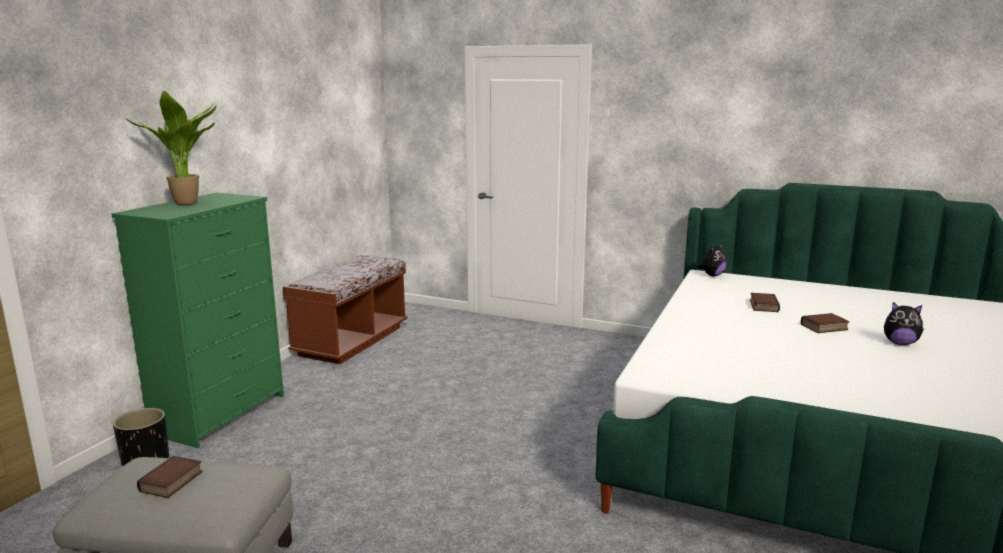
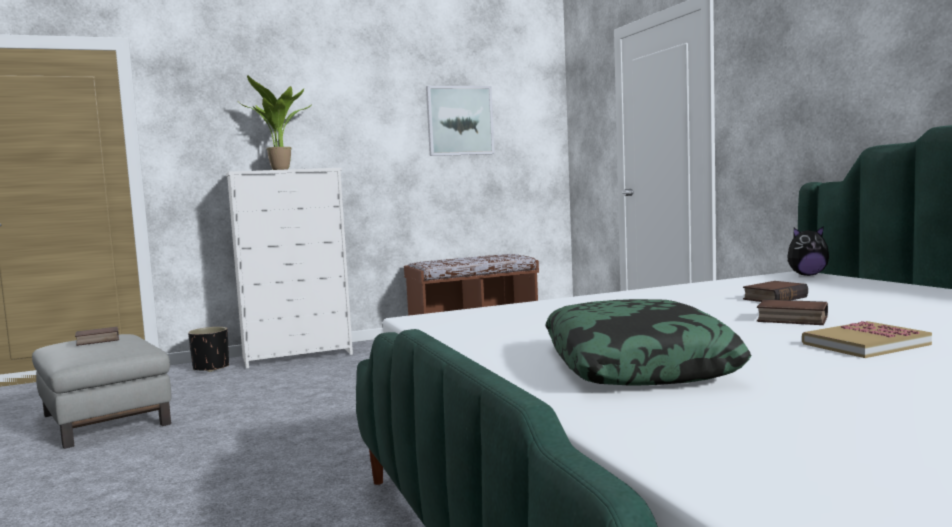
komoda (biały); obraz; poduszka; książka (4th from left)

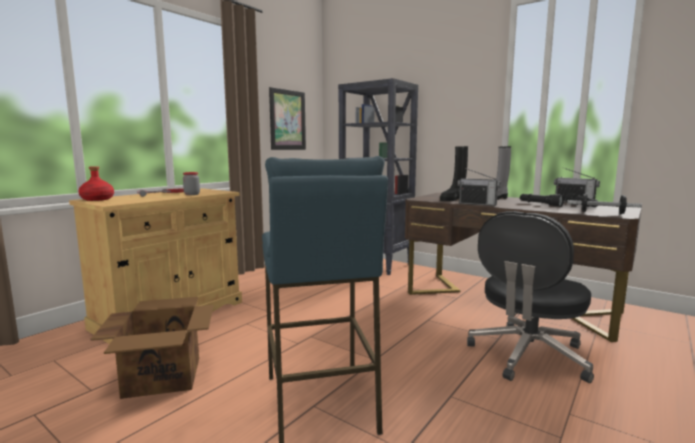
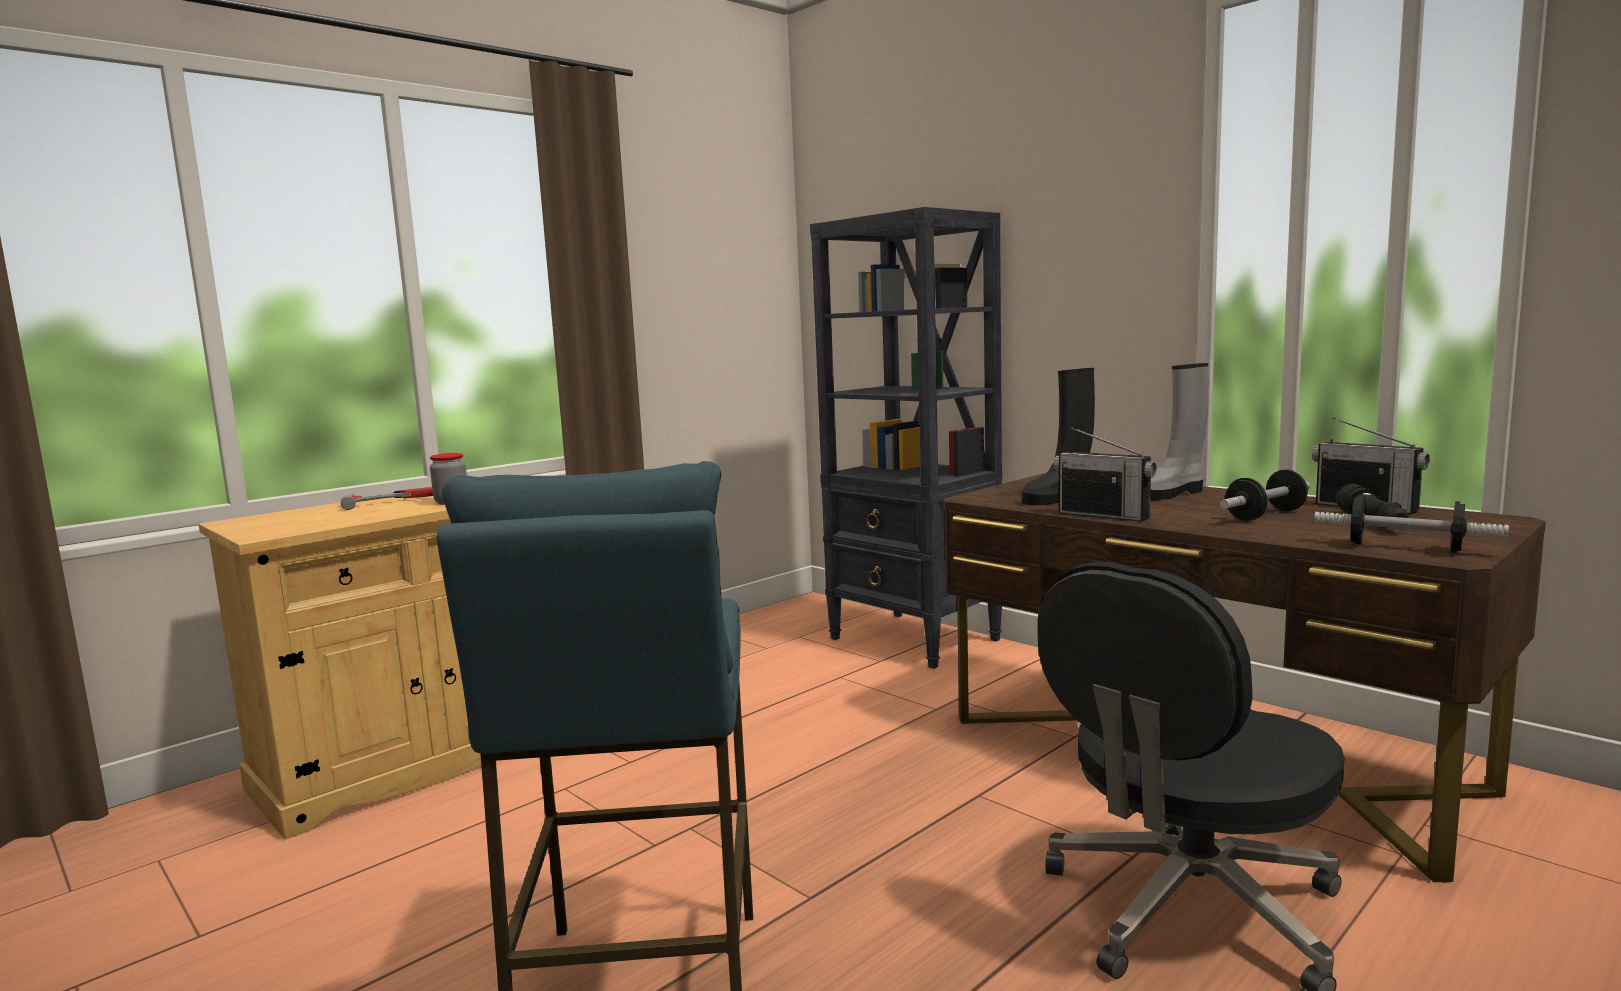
hantel (1st from left); butelka (czerwony); karton; obraz

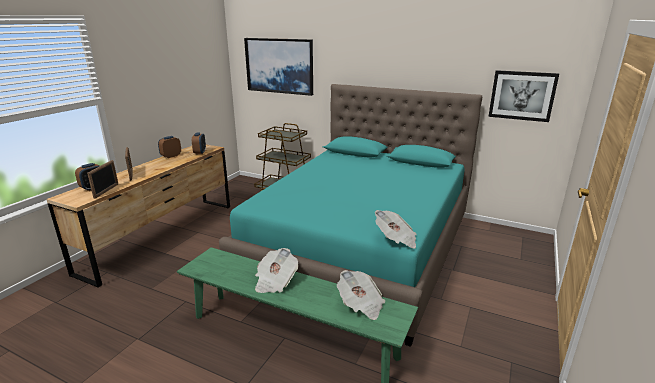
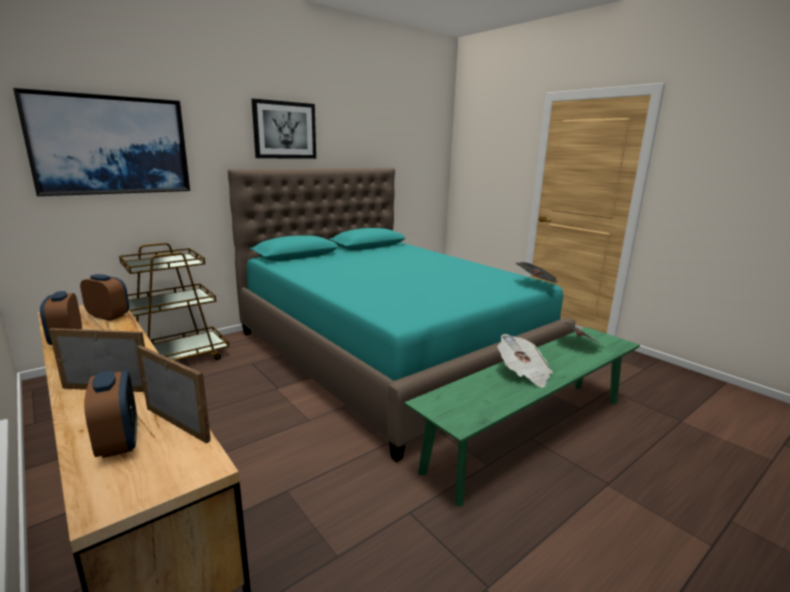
obraz (2nd from left)

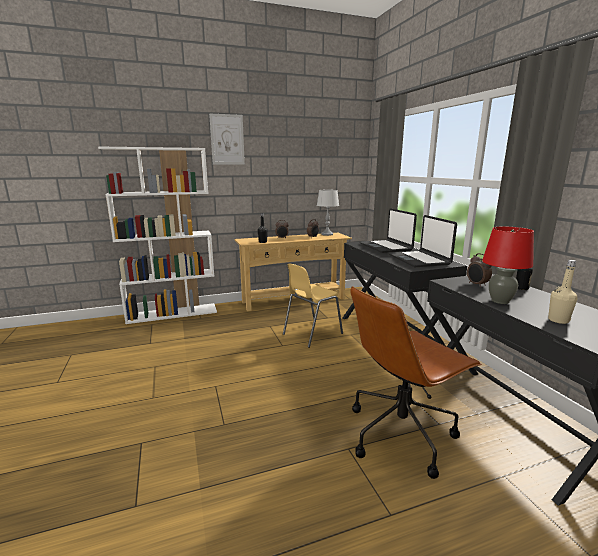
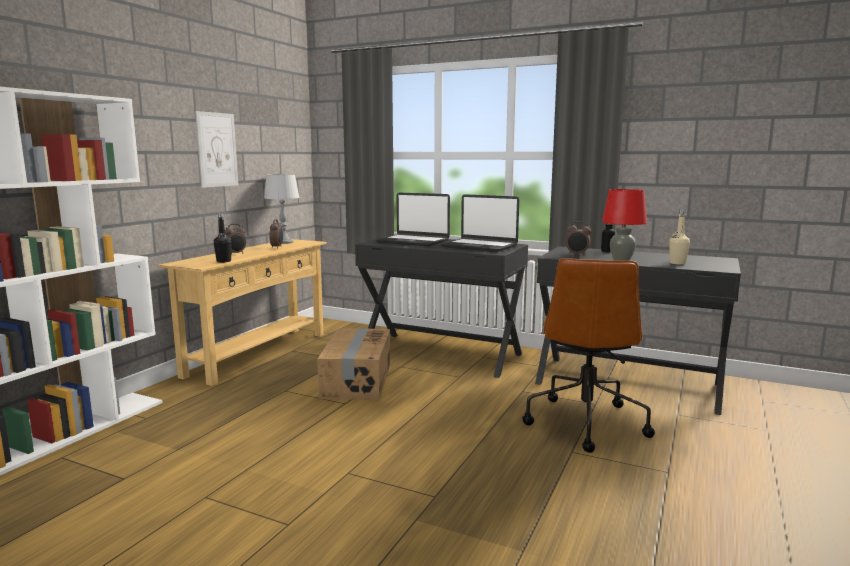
obraz; karton

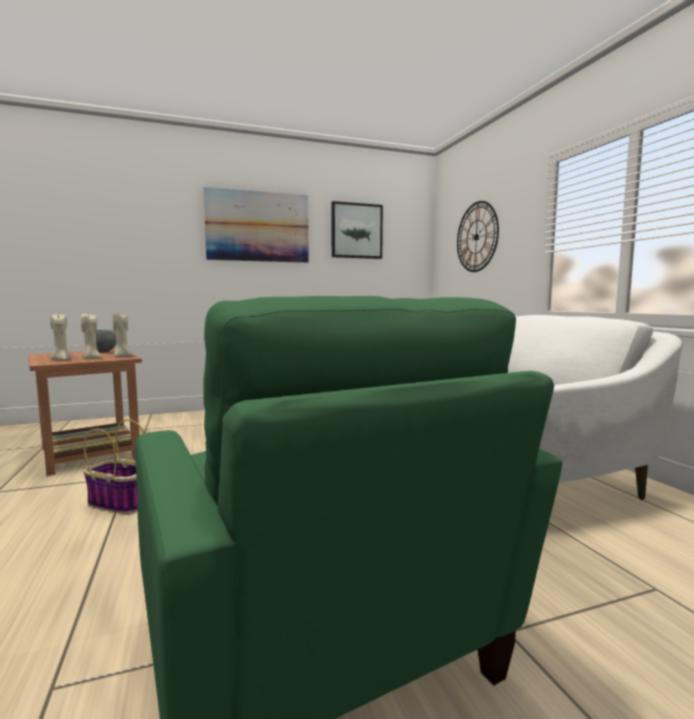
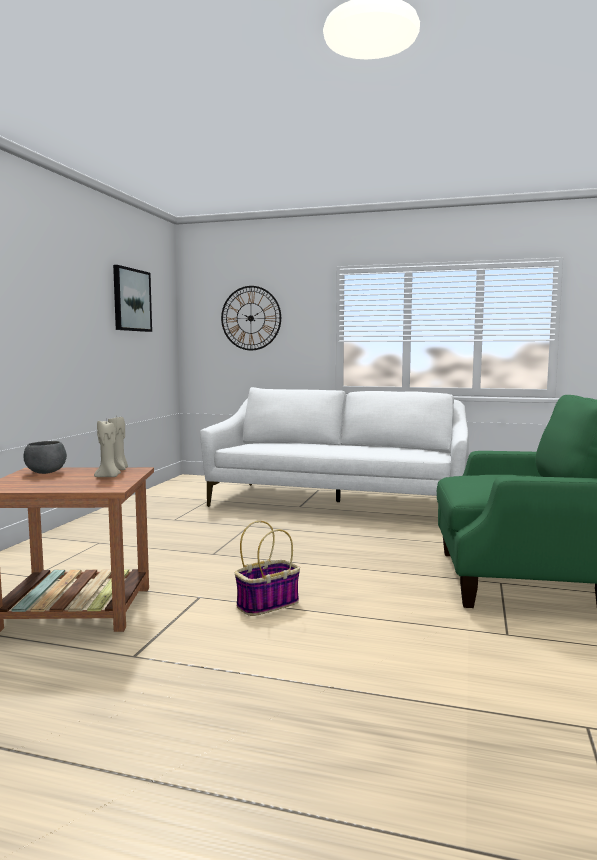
świeca (beżowy) (1st from left in the first image); obraz (1st from left in the first image)

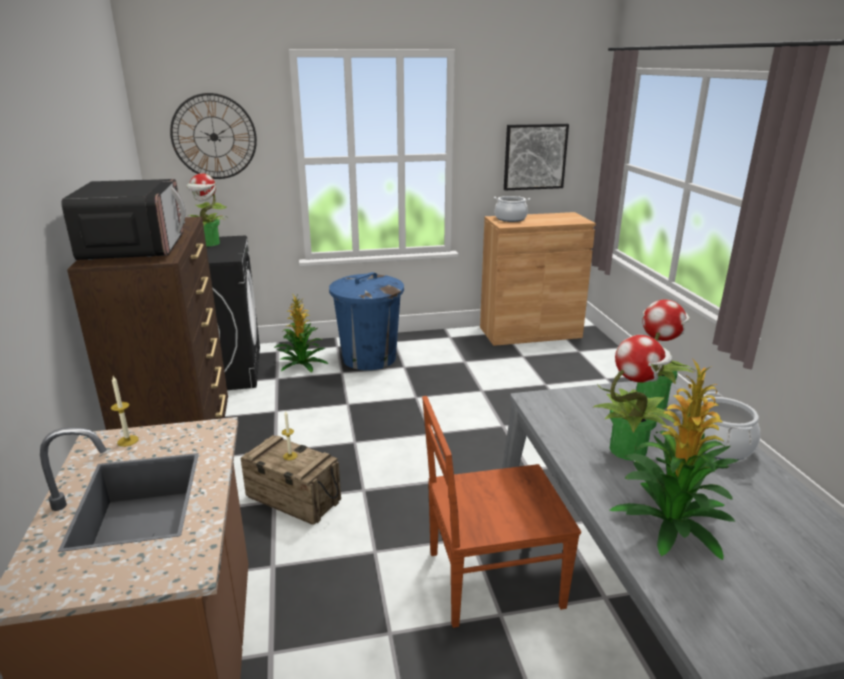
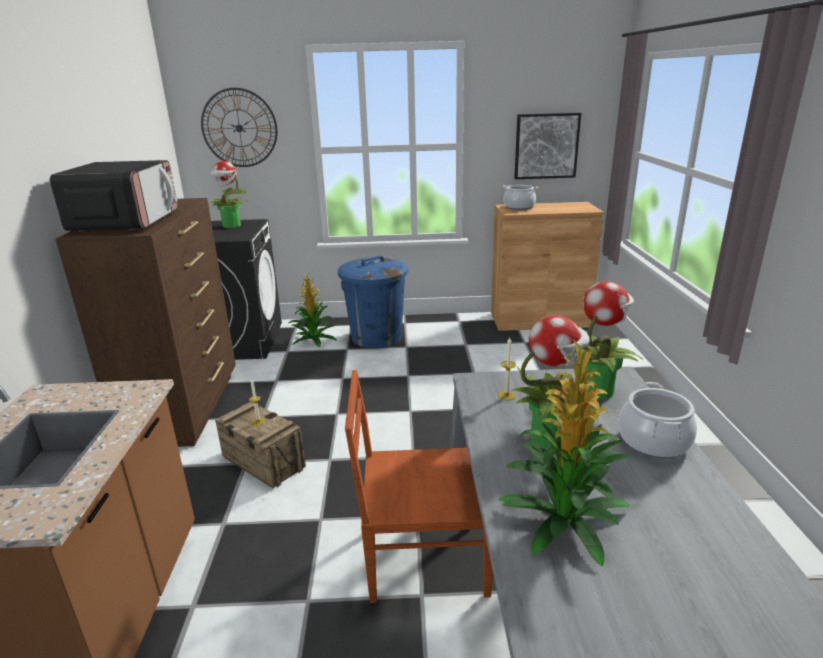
świeca (2nd from left)

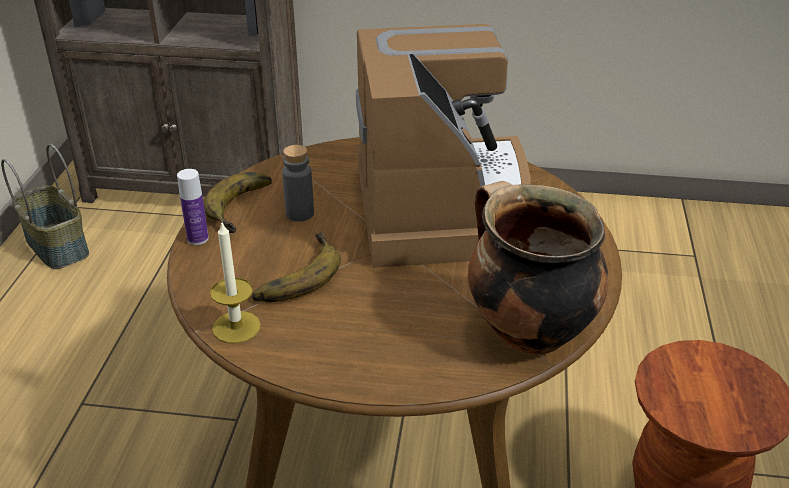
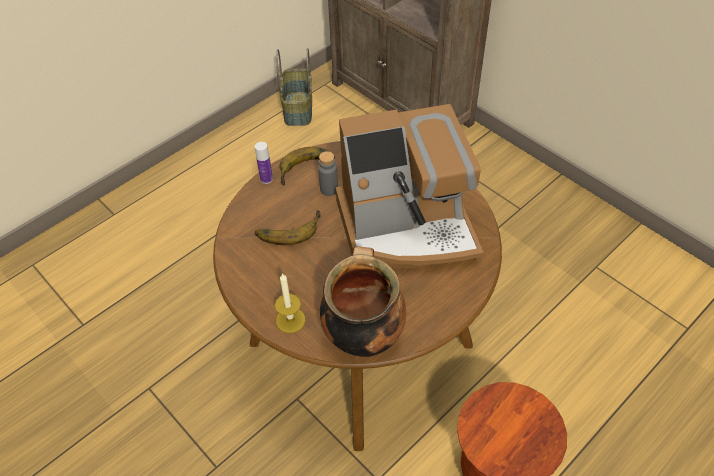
świeca; ekspres do kawy

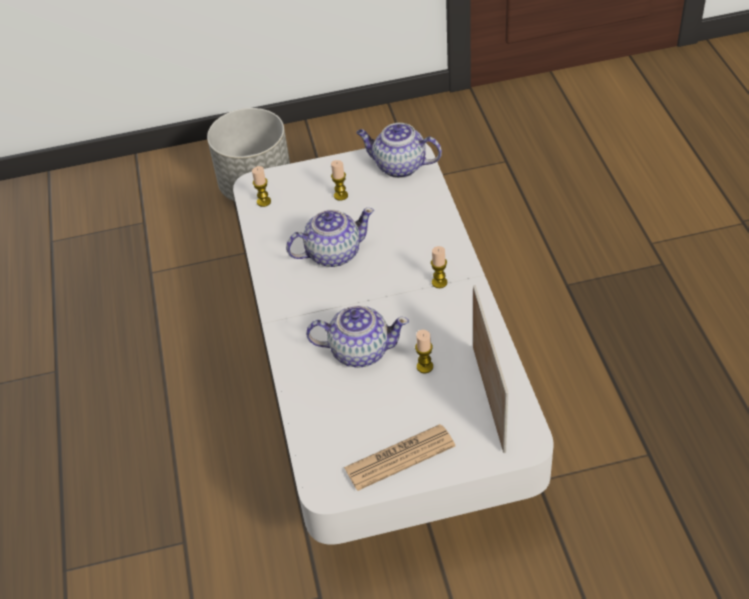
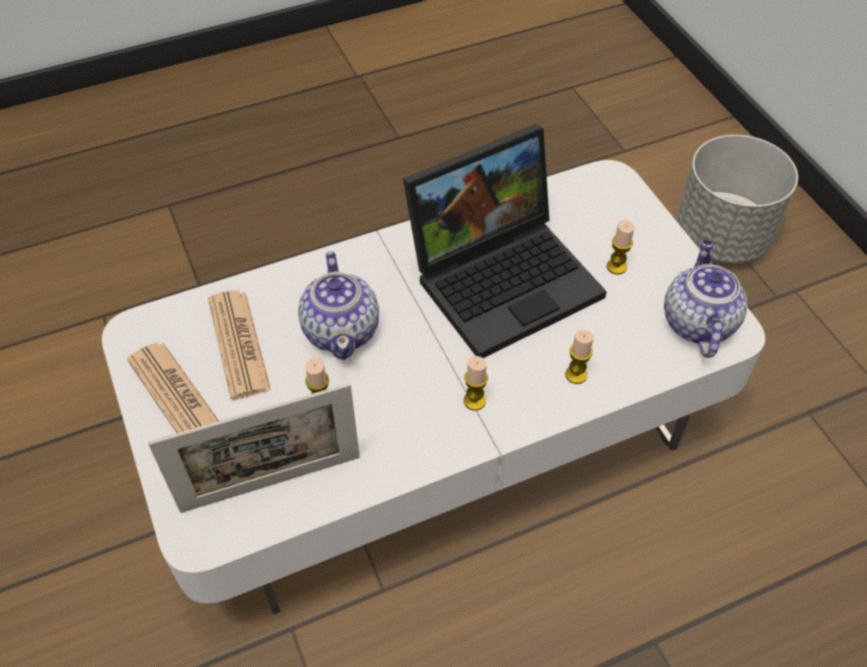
gazeta (2nd from left); laptop; świeca (3rd from left)

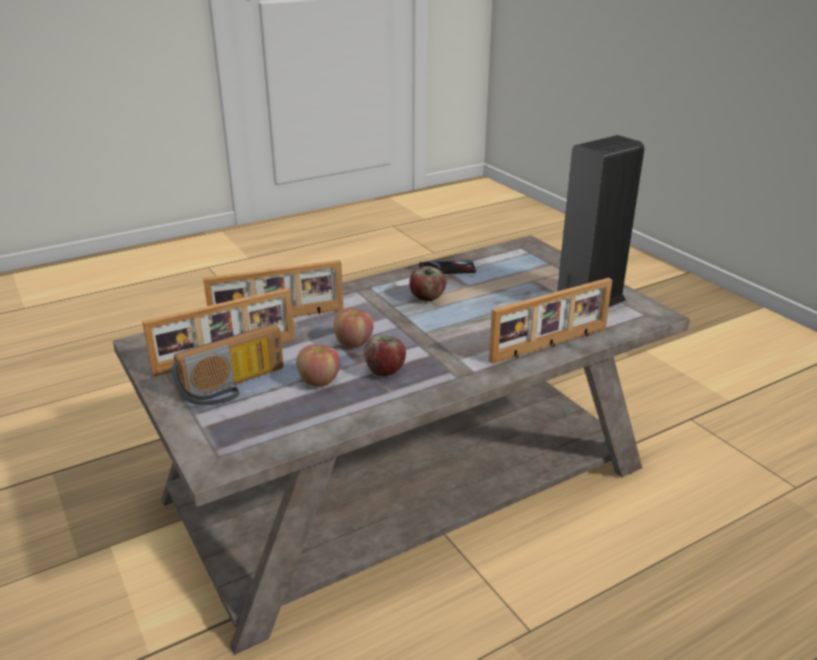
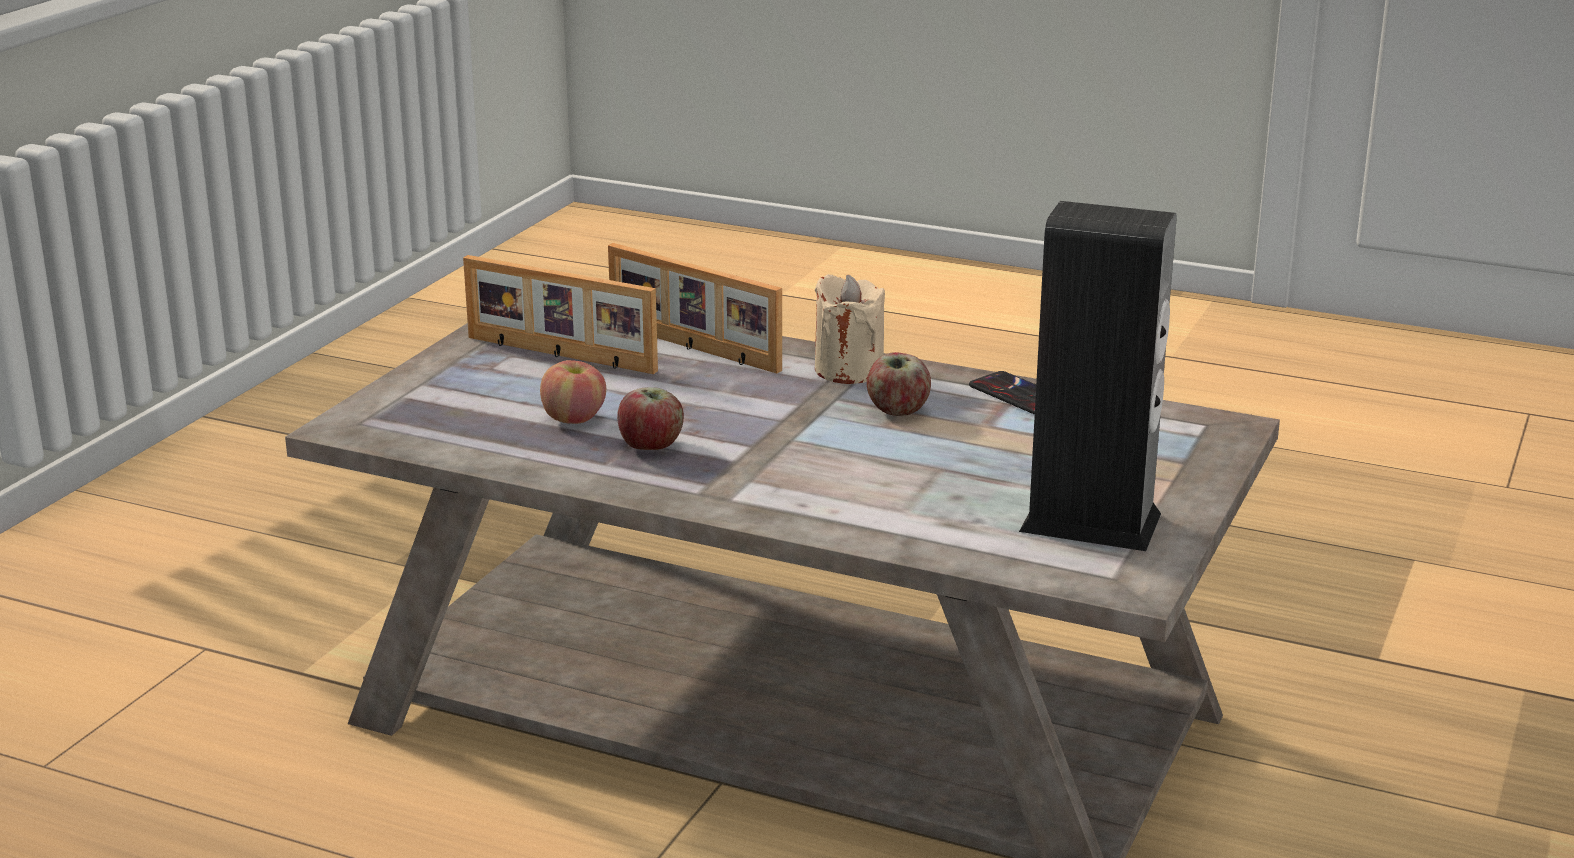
świeca (beżowy); radio; jabłko (2nd from left in the first image); ramka na zdjęcie (3rd from left in the first image)

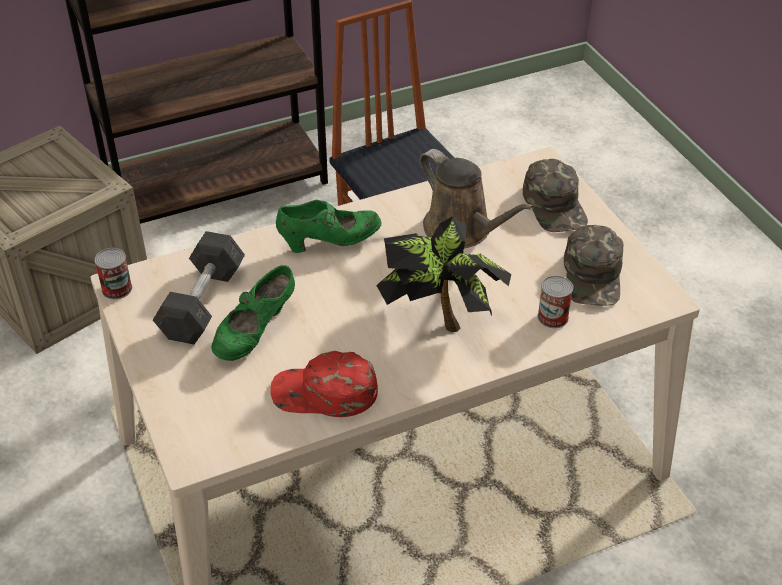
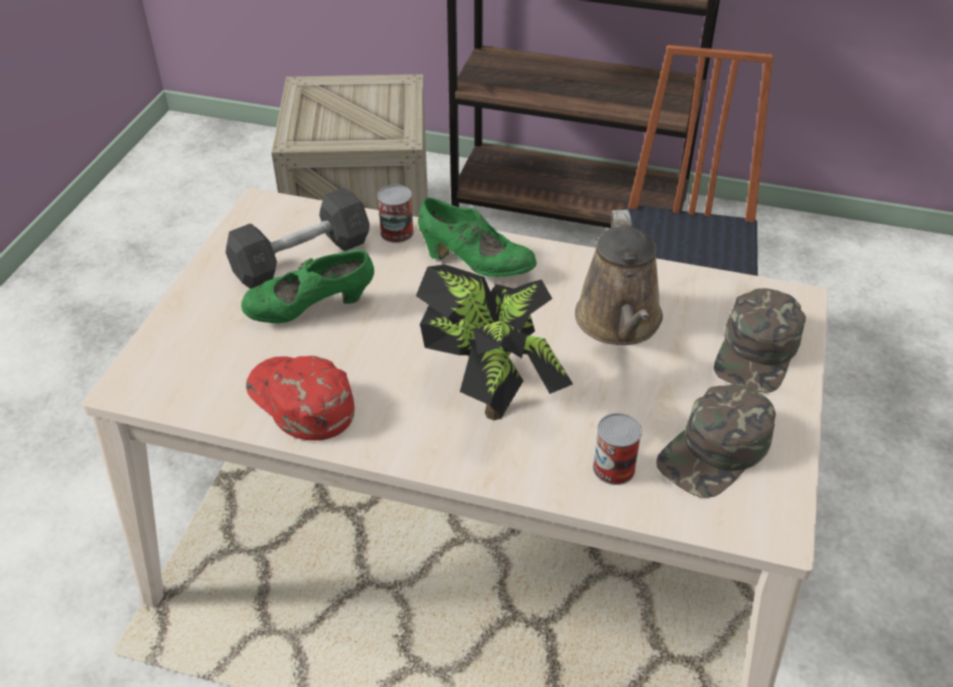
puszka (1st from left)

